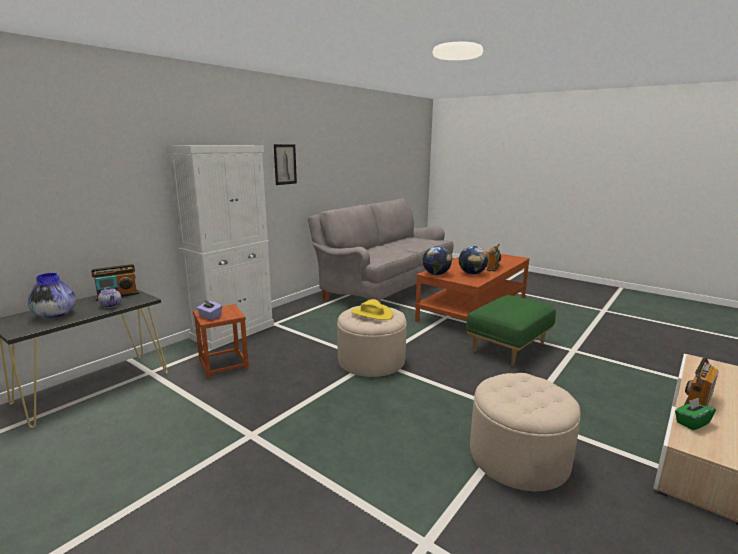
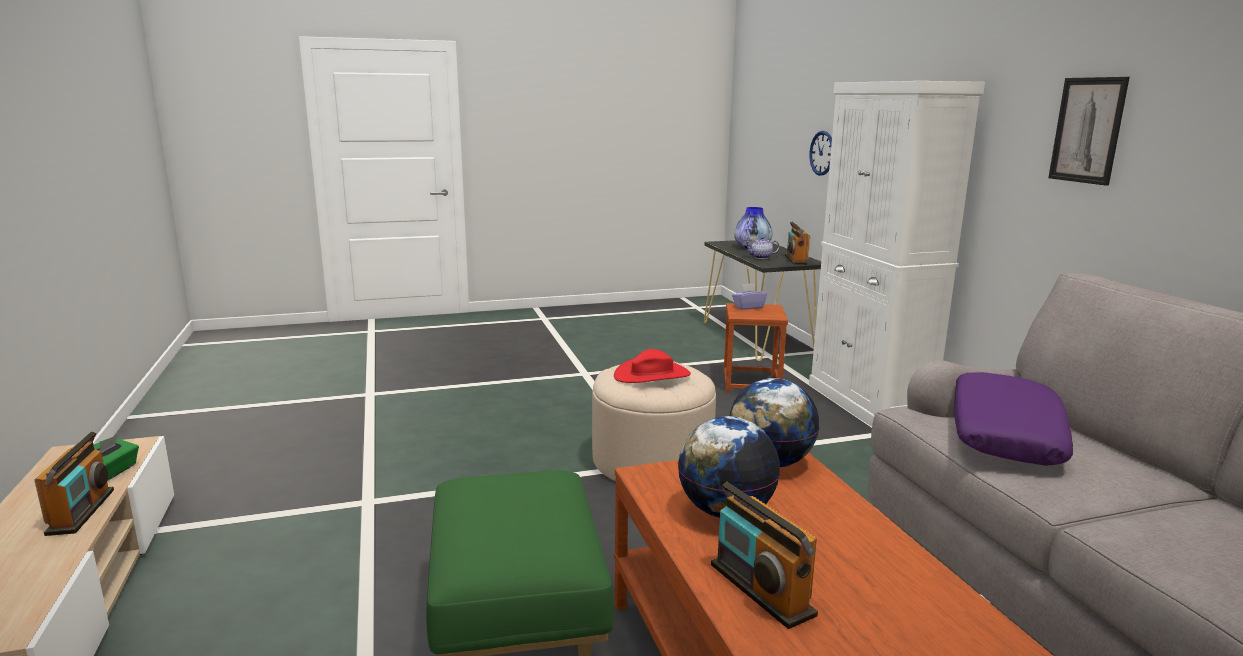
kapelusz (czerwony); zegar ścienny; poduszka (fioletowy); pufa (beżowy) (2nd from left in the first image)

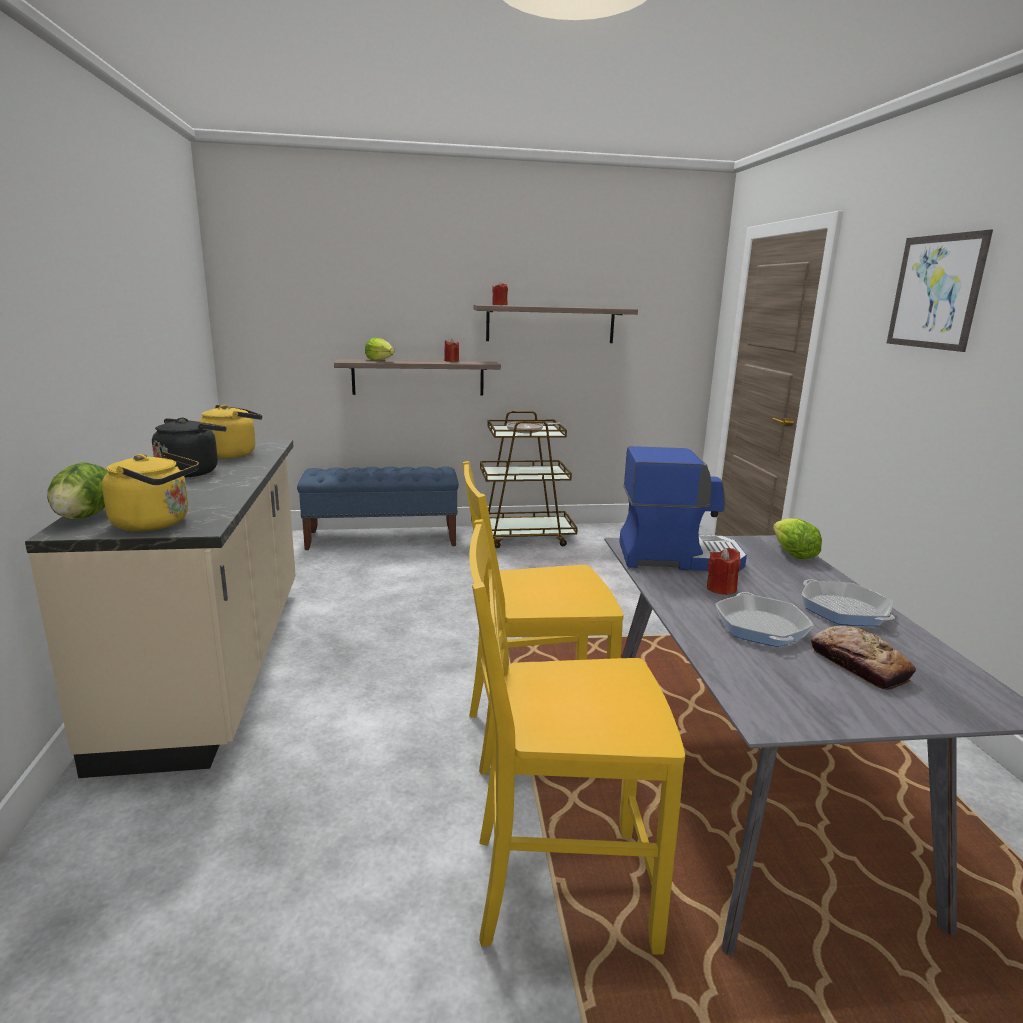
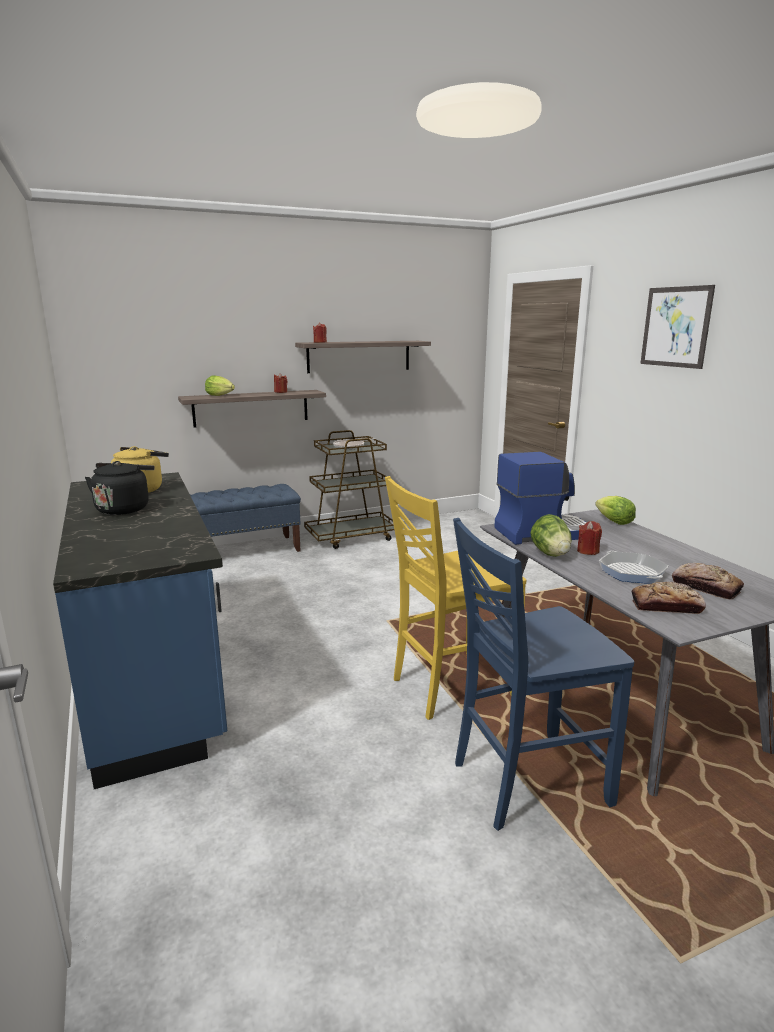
zabudowa kuchenna (niebieski); krzesło (niebieski); sałata (2nd from left); chleb (1st from left); czajnik (żółty) (1st from left in the first image); patelnia (3rd from left in the first image)

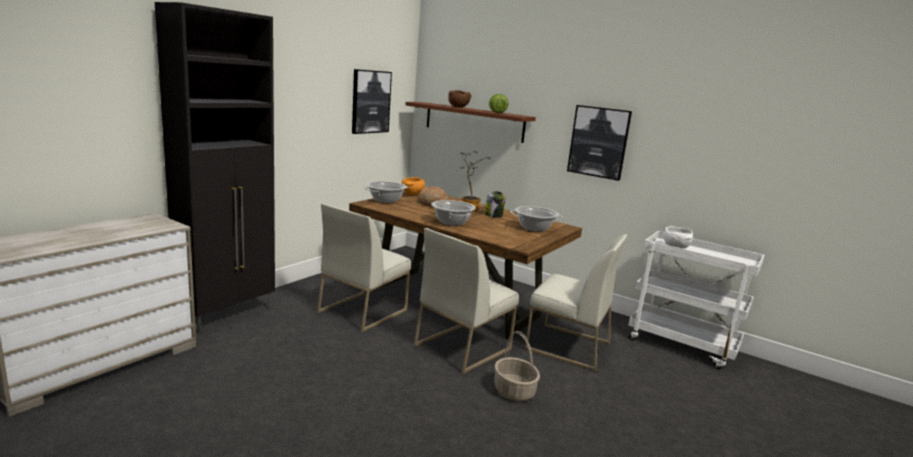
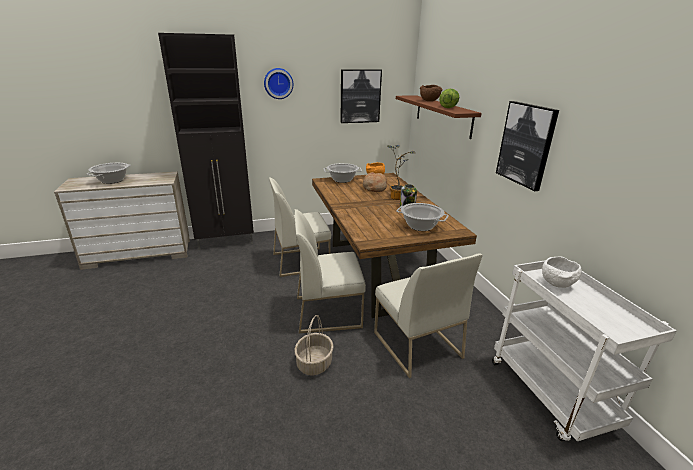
garnek (1st from left); zegar ścienny

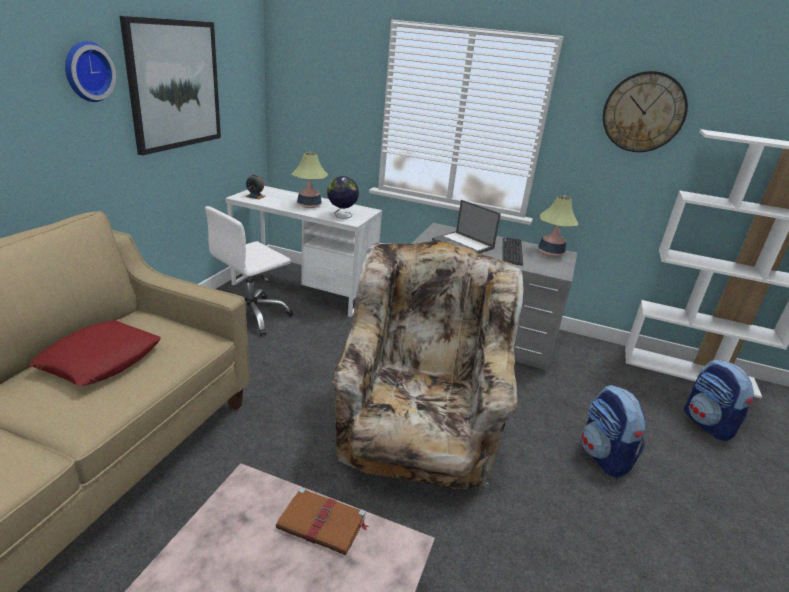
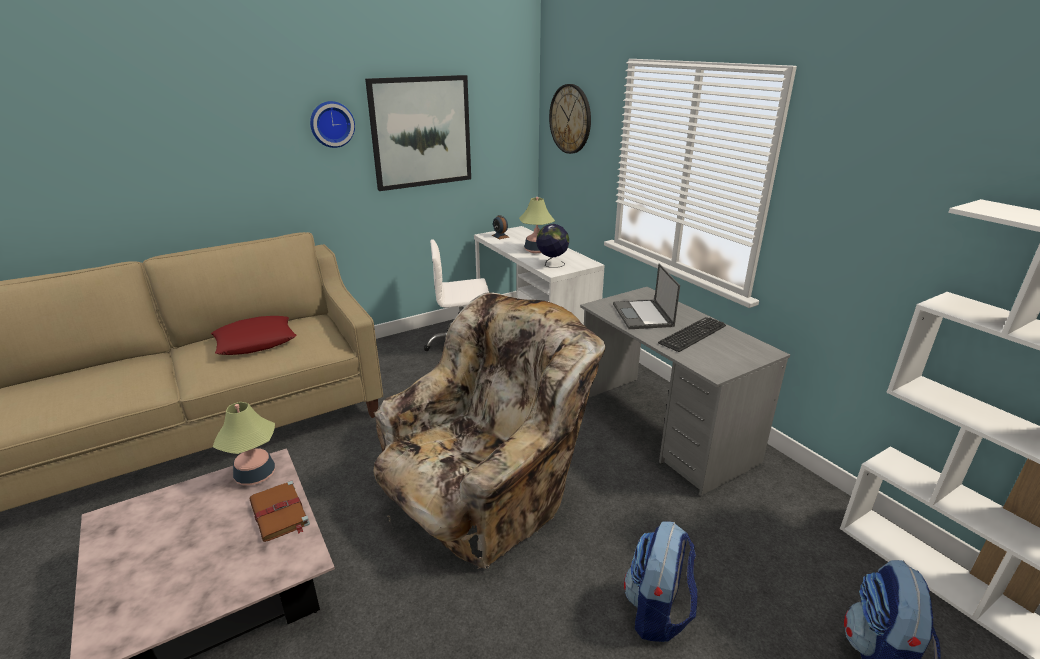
lampa stołowa (1st from left); zegar ścienny (2nd from left)

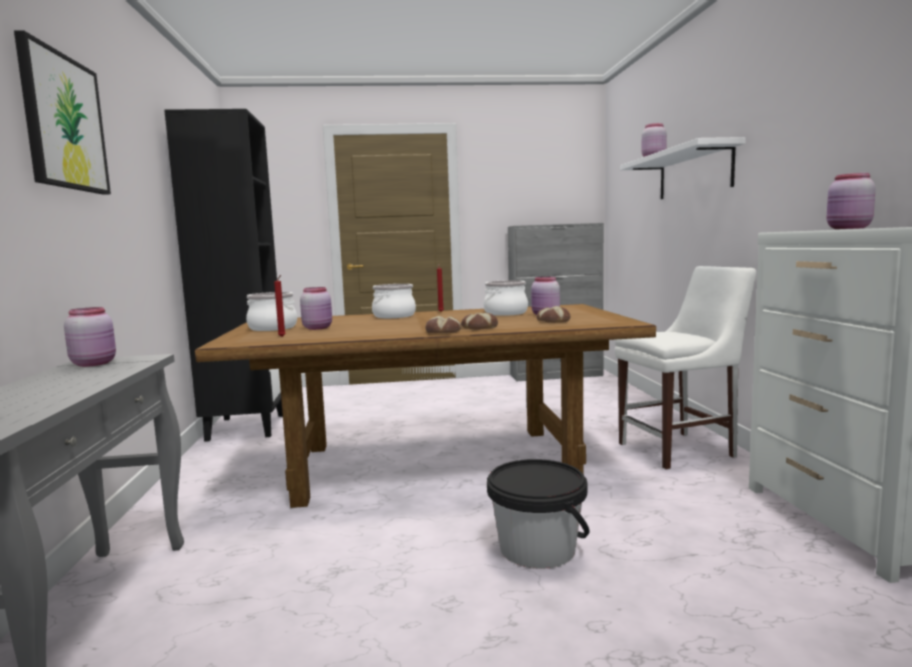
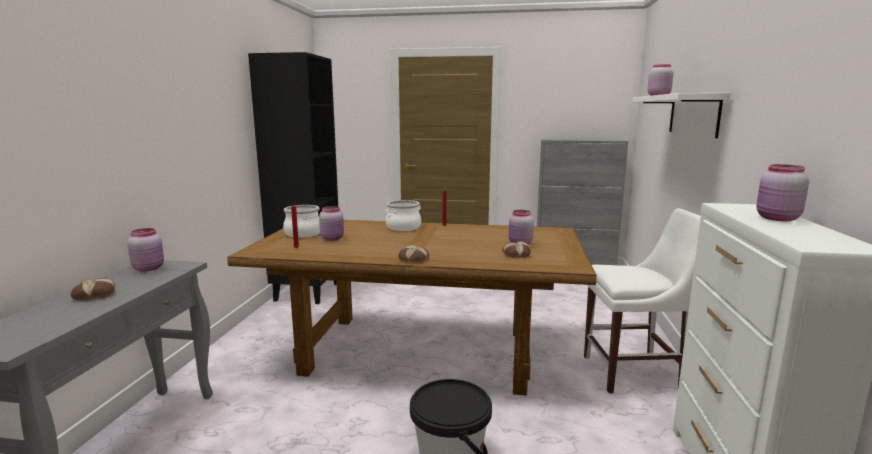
chleb (1st from left); obraz; garnek (3rd from left in the first image)

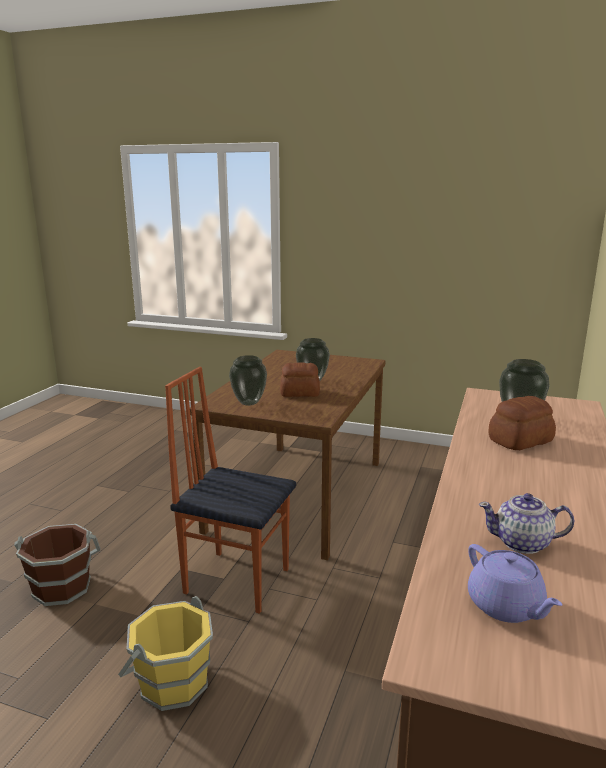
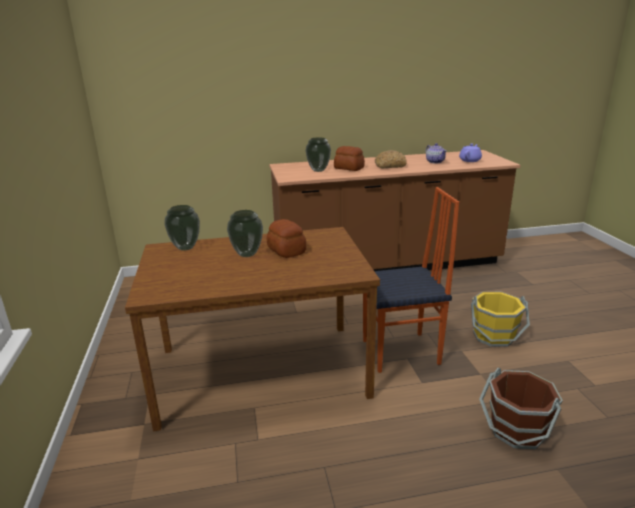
wazon (1st from left); krzesło; chleb (3rd from left)

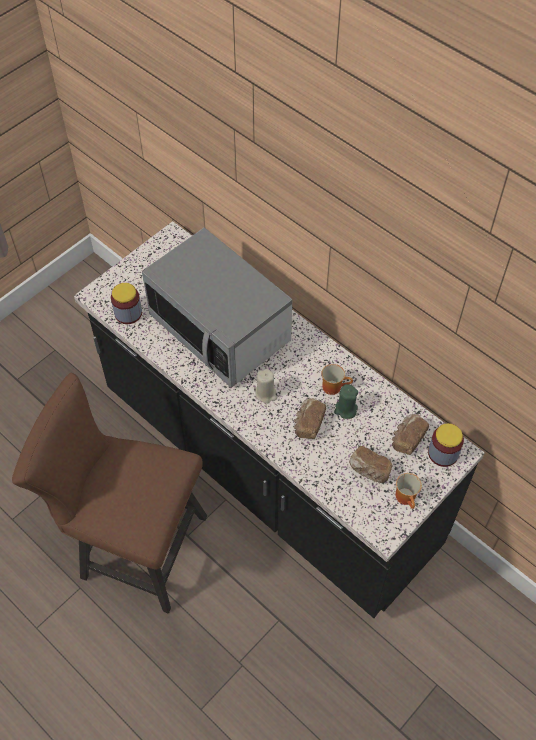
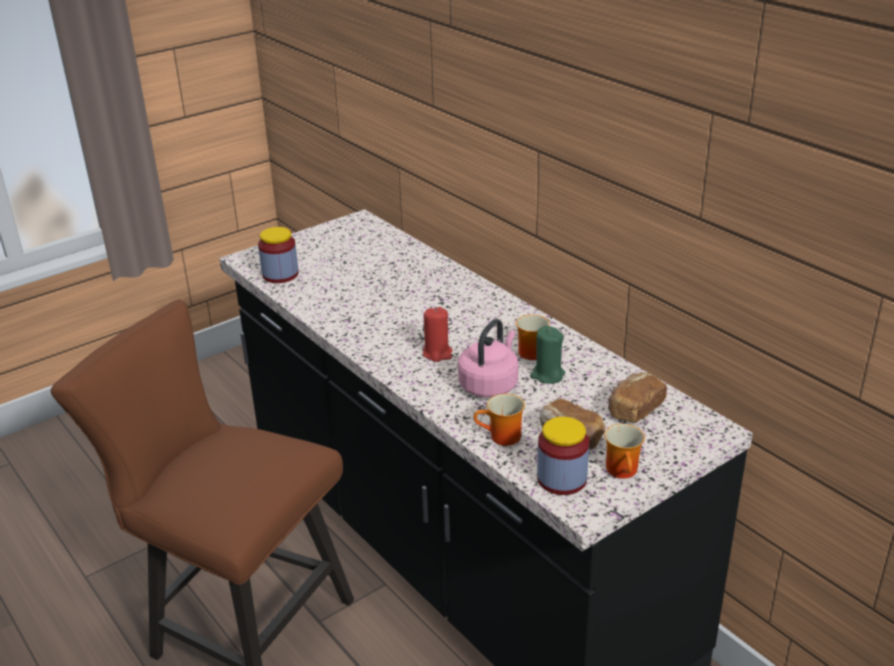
świeca (czerwony); czajnik (różowy); kubek (1st from left); słoik (2nd from left); mikrofalówka

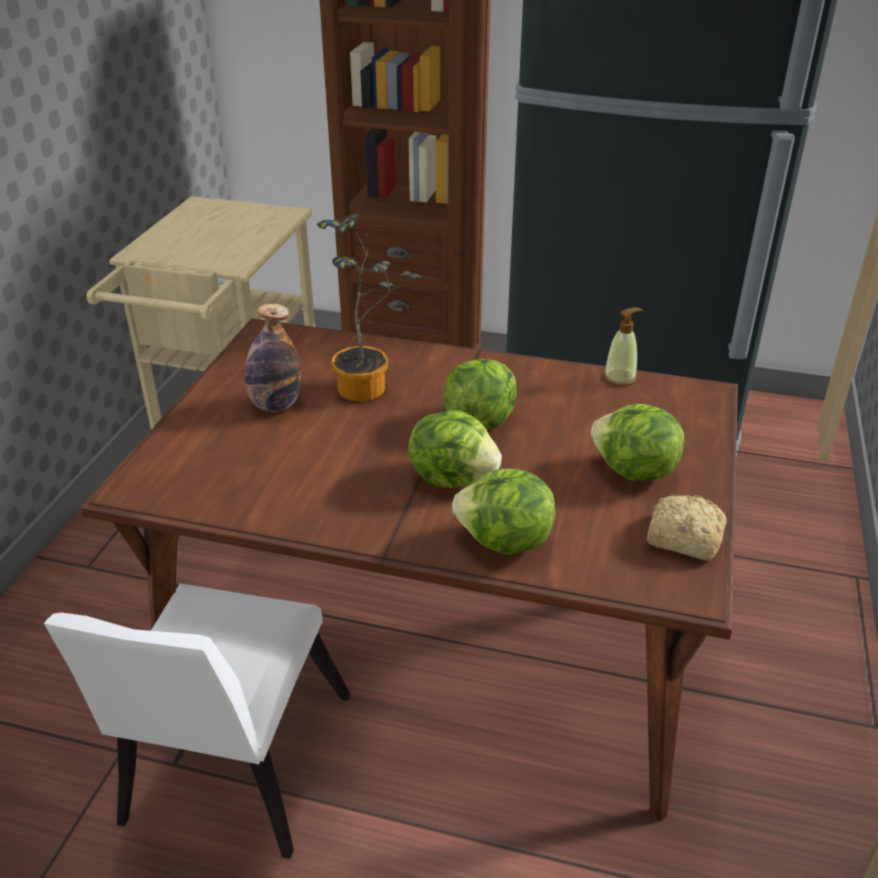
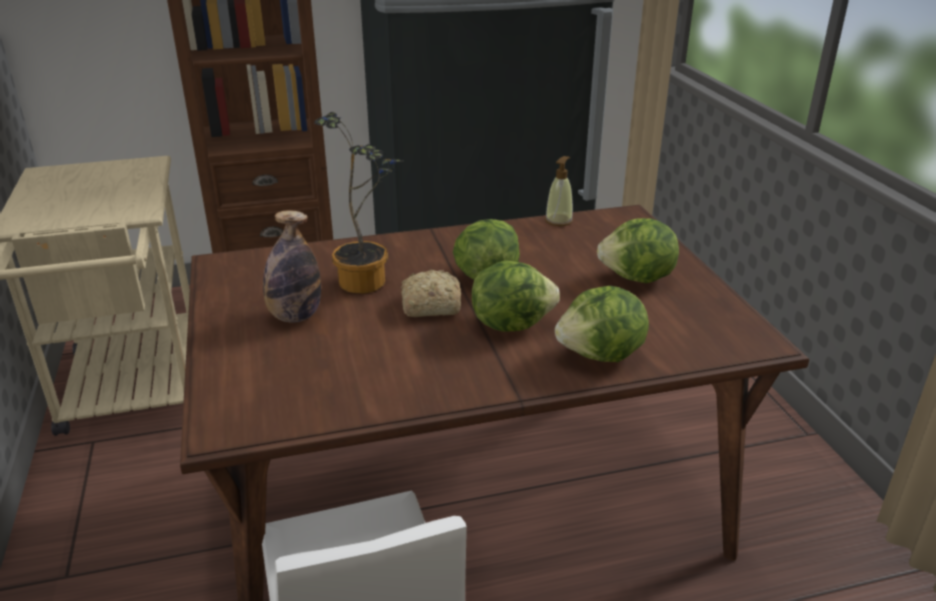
chleb

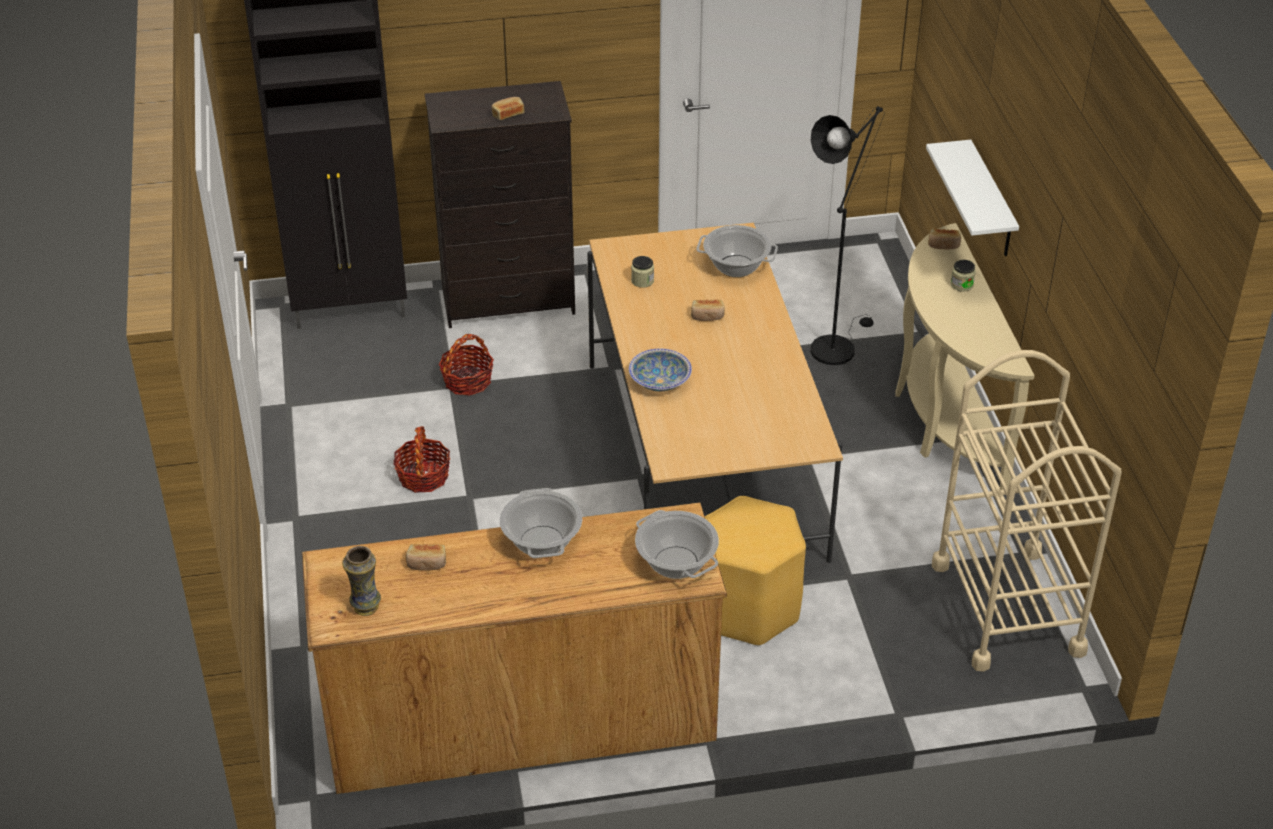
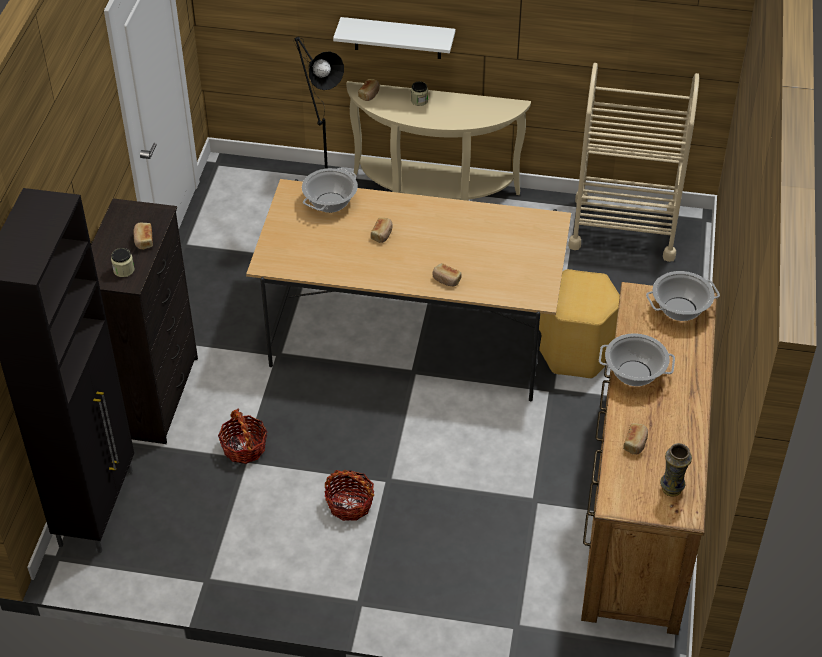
słoik (1st from left); chleb (4th from left)

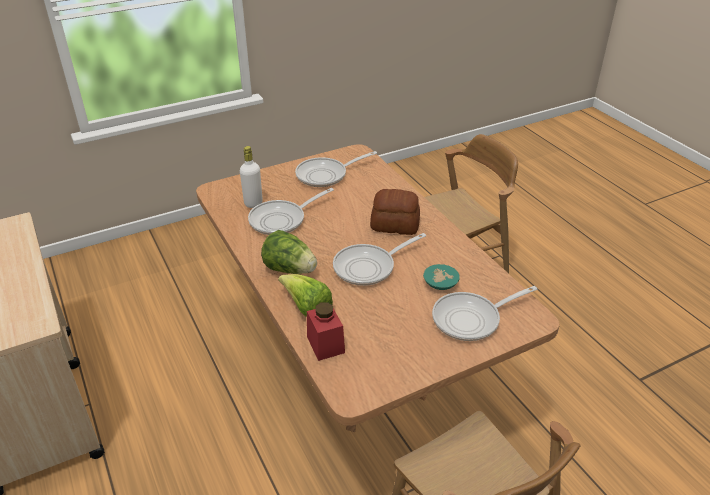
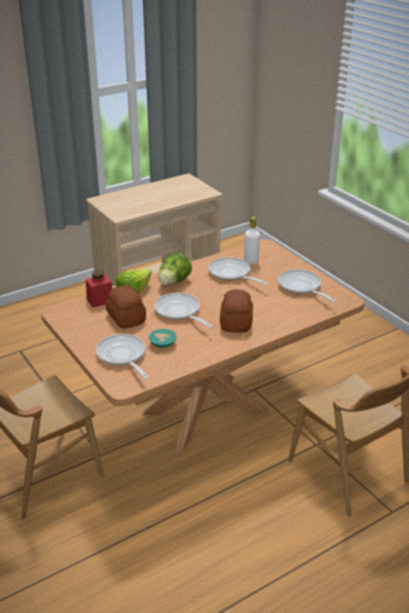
chleb (1st from left)

